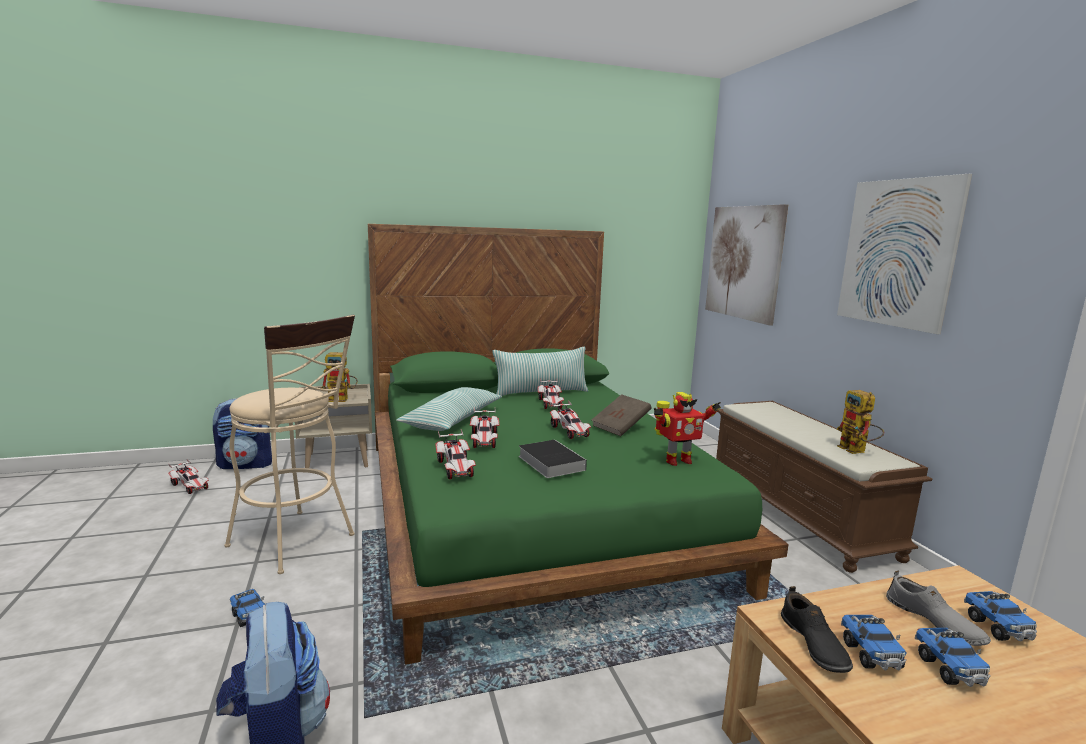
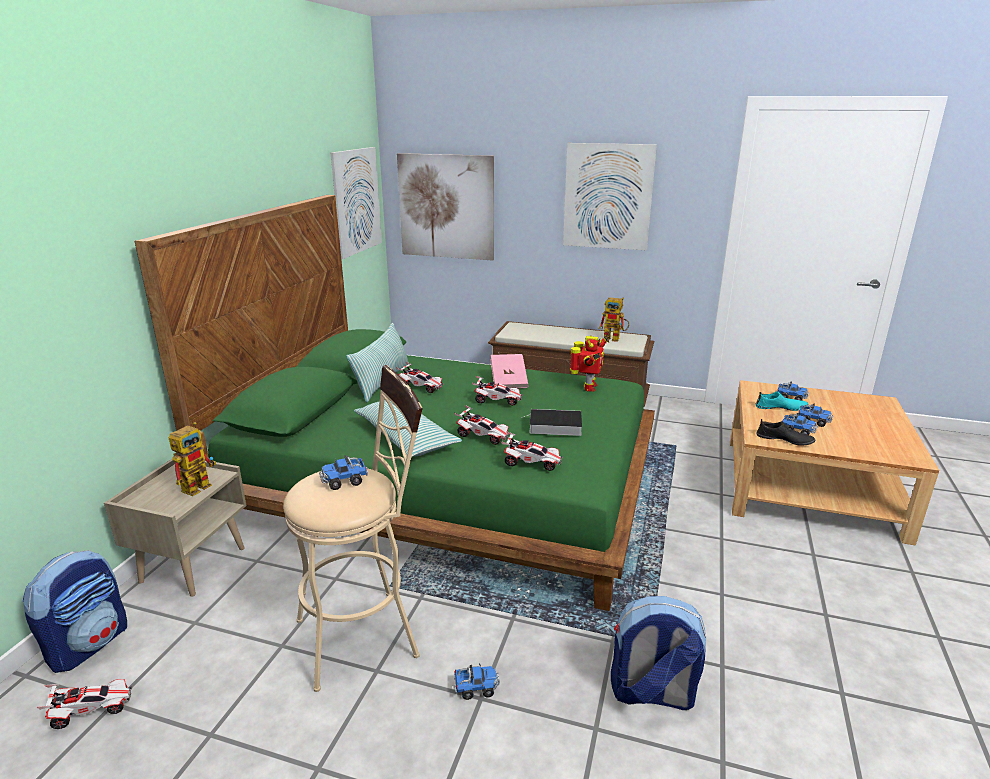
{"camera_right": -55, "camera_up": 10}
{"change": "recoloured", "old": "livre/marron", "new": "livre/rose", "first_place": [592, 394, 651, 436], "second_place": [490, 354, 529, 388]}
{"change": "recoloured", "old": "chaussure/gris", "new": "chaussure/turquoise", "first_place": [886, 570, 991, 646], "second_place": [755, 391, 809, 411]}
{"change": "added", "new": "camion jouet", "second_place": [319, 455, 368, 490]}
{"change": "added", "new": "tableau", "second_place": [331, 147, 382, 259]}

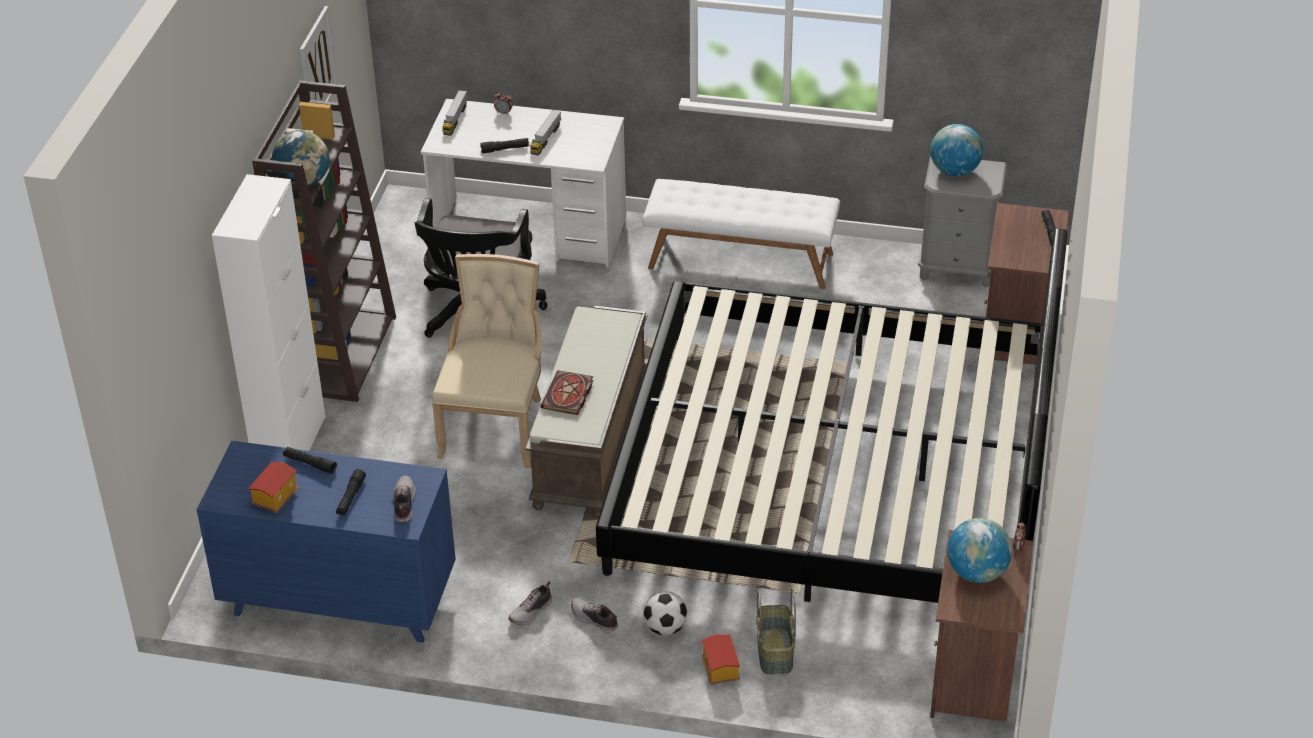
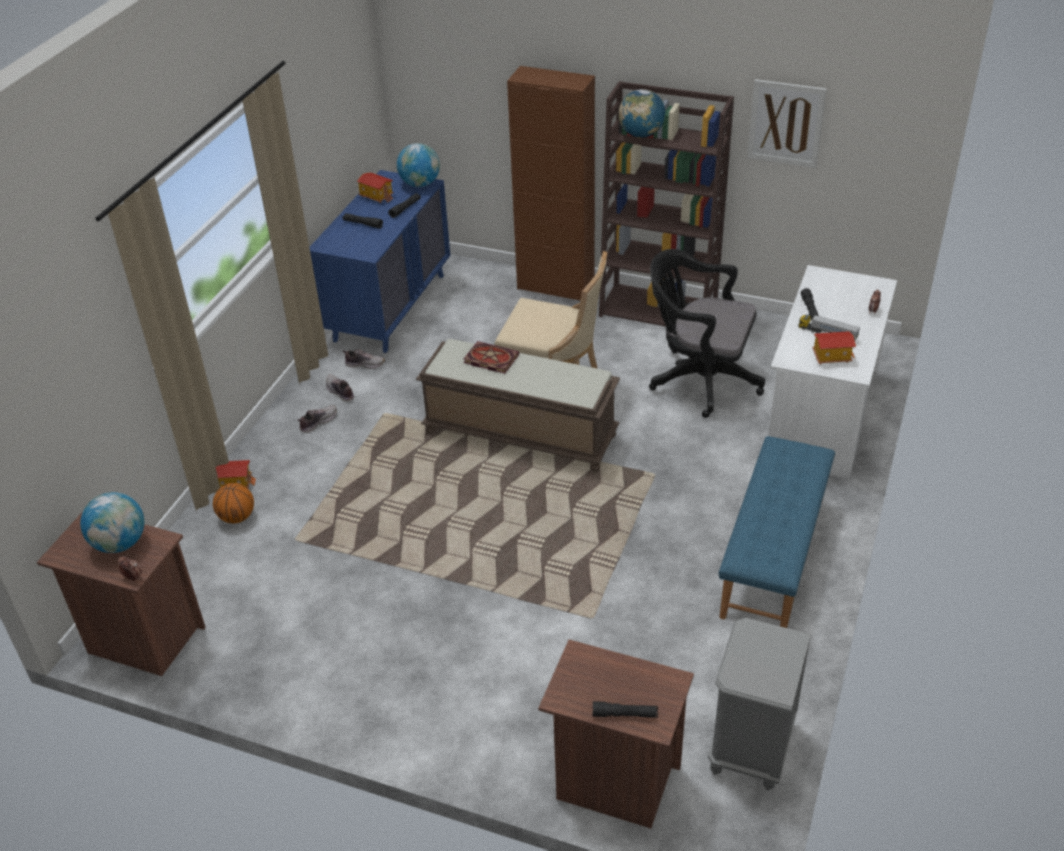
{"camera_right": 100, "camera_up": 0}
{"change": "recoloured", "old": "meuble de rangement/blanc", "new": "meuble de rangement/marron", "first_place": [212, 174, 326, 451], "second_place": [507, 66, 595, 300]}
{"change": "moved", "old": "chaussure", "first_place": [393, 476, 416, 522], "second_place": [343, 349, 385, 369]}
{"change": "removed", "old": "camion jouet", "first_place": [442, 90, 467, 136]}
{"change": "removed", "old": "lit", "first_place": [596, 229, 1068, 603]}
{"change": "recoloured", "old": "banc/blanc", "new": "banc/bleu", "first_place": [642, 179, 840, 289], "second_place": [719, 436, 835, 628]}
{"change": "removed", "old": "ballon de foot", "first_place": [643, 591, 687, 636]}
{"change": "replaced", "old": "panier", "new": "ballon de basket", "first_place": [756, 588, 796, 675], "second_place": [213, 483, 254, 524]}
{"change": "moved", "old": "globe", "first_place": [930, 124, 983, 176], "second_place": [397, 143, 440, 187]}
{"change": "added", "new": "maison miniature", "second_place": [812, 331, 856, 364]}

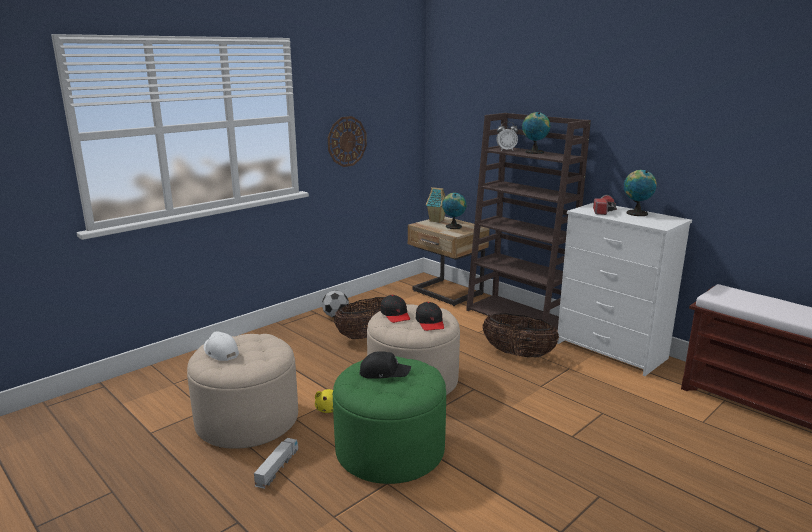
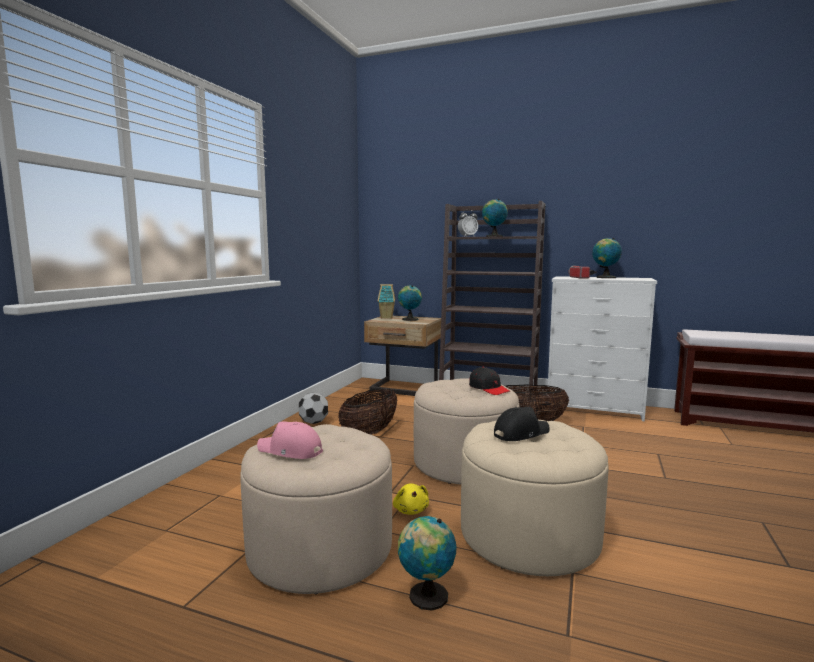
{"camera_right": -25, "camera_up": -10}
{"change": "recoloured", "old": "casquette/blanc", "new": "casquette/rose", "first_place": [203, 332, 239, 361], "second_place": [257, 421, 323, 459]}
{"change": "replaced", "old": "camion jouet", "new": "globe", "first_place": [254, 438, 298, 489], "second_place": [398, 516, 456, 610]}
{"change": "removed", "old": "horloge murale", "first_place": [328, 116, 367, 167]}
{"change": "recoloured", "old": "pouf/vert", "new": "pouf/beige", "first_place": [333, 356, 446, 484], "second_place": [461, 420, 609, 576]}
{"change": "removed", "old": "casquette/noir", "first_place": [380, 295, 410, 323]}

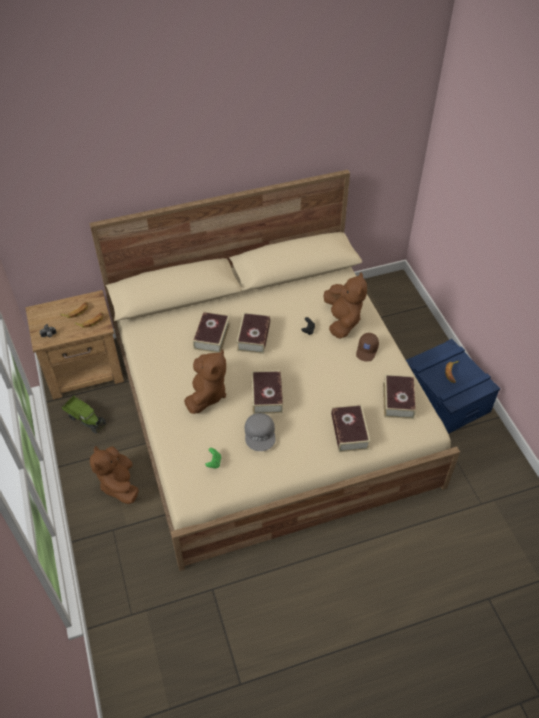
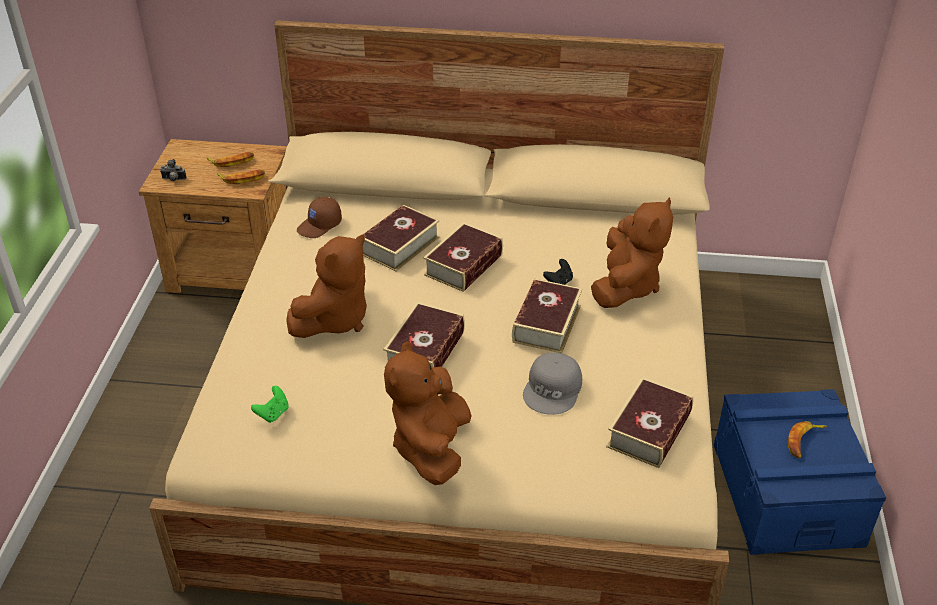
{"camera_right": 25, "camera_up": -10}
{"change": "removed", "old": "camion jouet", "first_place": [62, 396, 106, 433]}
{"change": "moved", "old": "peluche/marron", "first_place": [90, 446, 139, 504], "second_place": [384, 341, 472, 485]}
{"change": "moved", "old": "casquette/gris", "first_place": [245, 413, 275, 451], "second_place": [523, 353, 582, 415]}
{"change": "moved", "old": "livre", "first_place": [331, 404, 371, 452], "second_place": [512, 279, 582, 354]}
{"change": "moved", "old": "casquette/marron", "first_place": [356, 333, 379, 362], "second_place": [297, 197, 342, 238]}

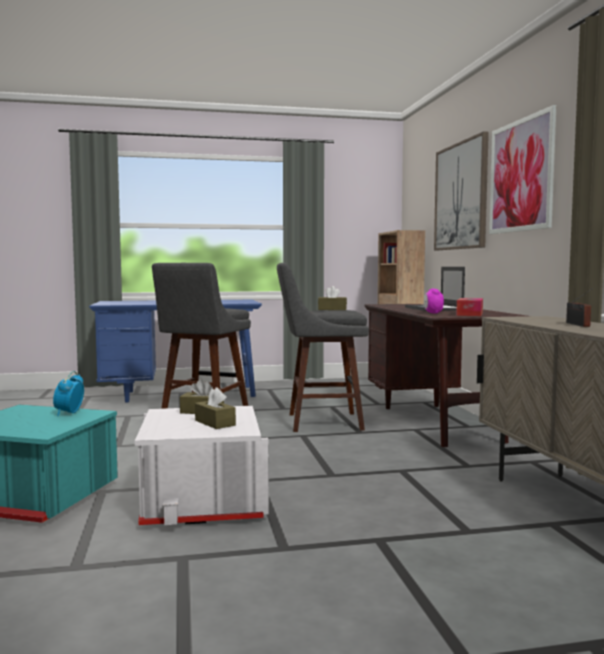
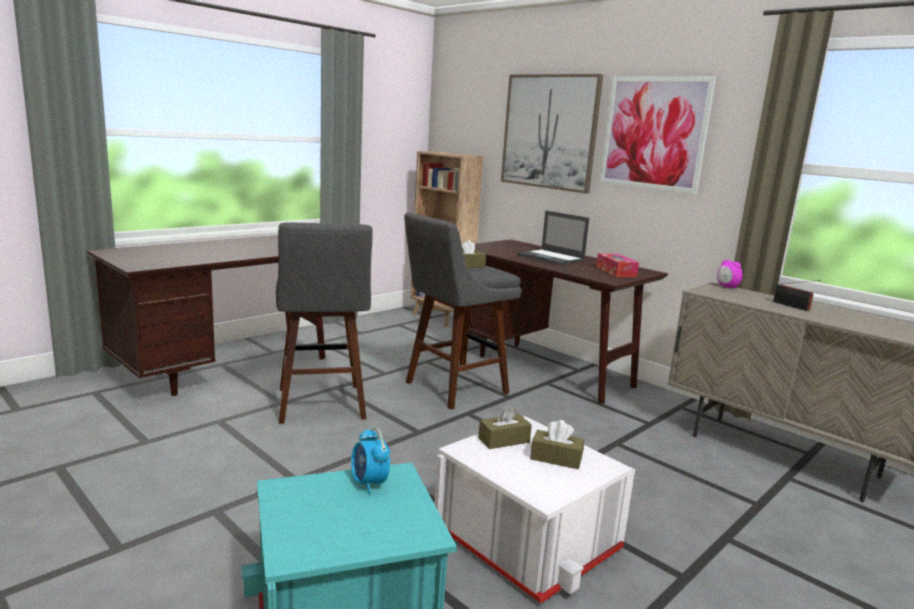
{"camera_right": -35, "camera_up": 10}
{"change": "recoloured", "old": "bureau/bleu", "new": "bureau/marron", "first_place": [89, 300, 262, 403], "second_place": [87, 235, 325, 396]}
{"change": "moved", "old": "réveil", "first_place": [424, 289, 444, 314], "second_place": [717, 260, 743, 289]}

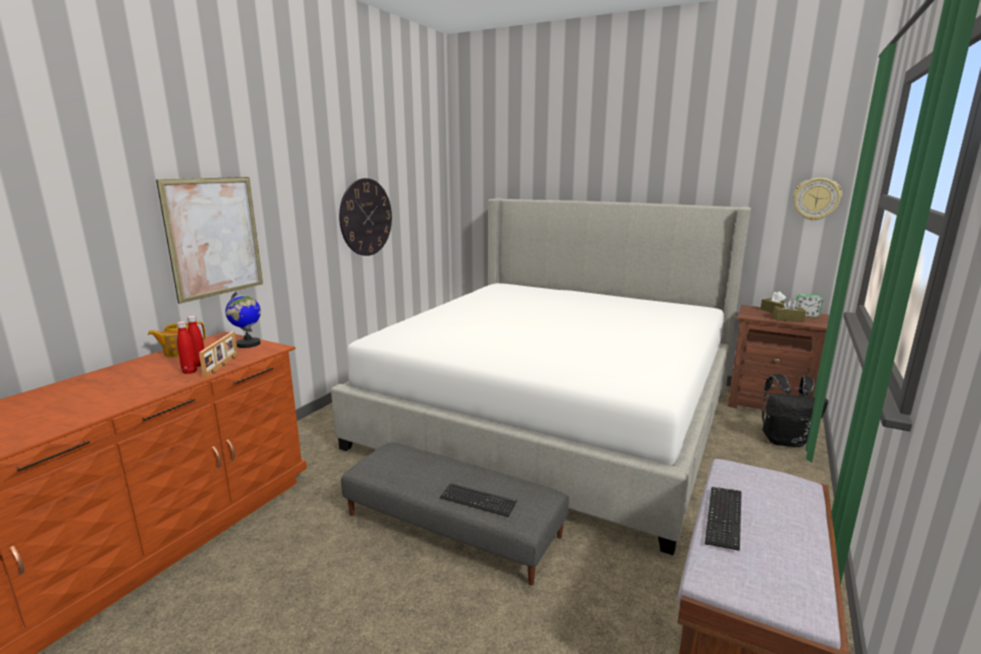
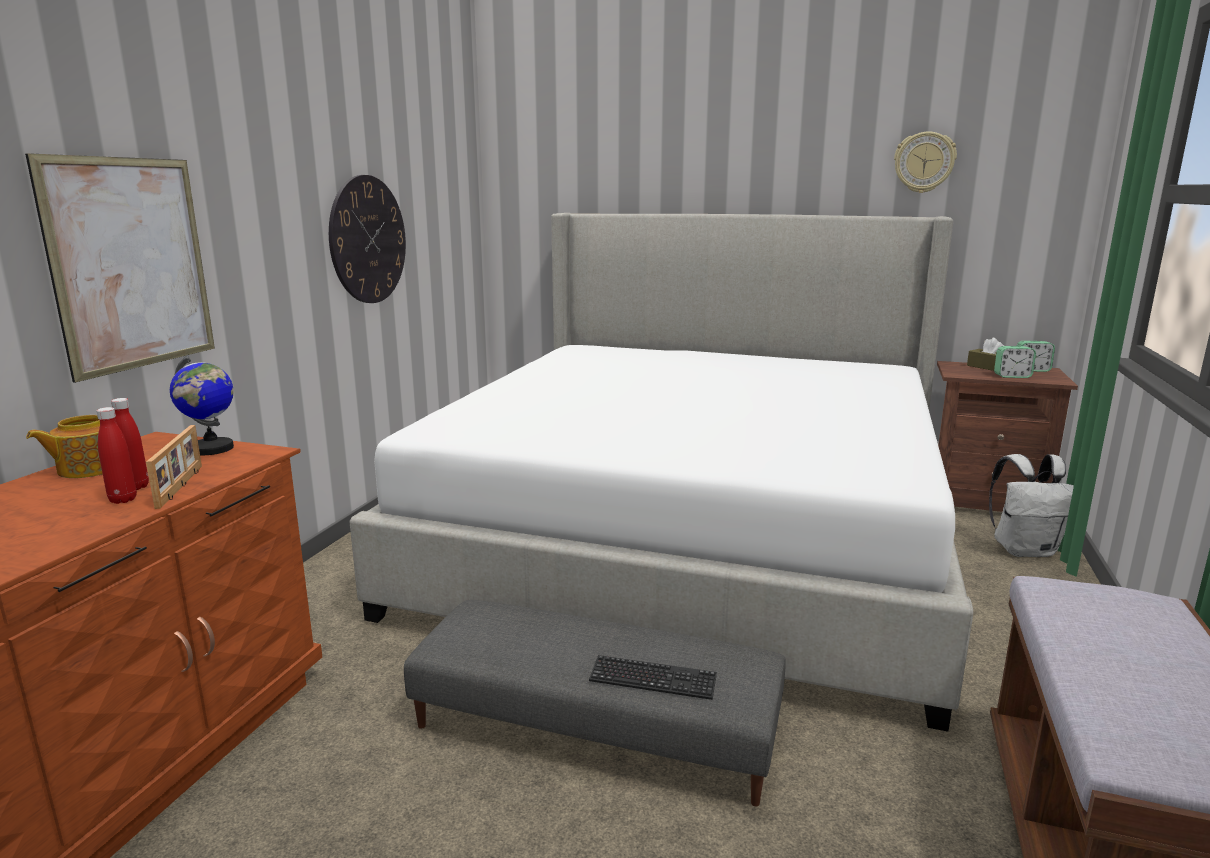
{"camera_right": -10, "camera_up": 0}
{"change": "removed", "old": "clavier", "first_place": [705, 487, 742, 551]}
{"change": "recoloured", "old": "sac à dos/noir", "new": "sac à dos/blanc", "first_place": [762, 374, 828, 447], "second_place": [989, 454, 1074, 557]}
{"change": "replaced", "old": "boîte à mouchoirs/marron", "new": "réveil", "first_place": [773, 298, 806, 322], "second_place": [994, 346, 1036, 378]}
{"change": "moved", "old": "horloge murale", "first_place": [793, 178, 842, 221], "second_place": [894, 131, 957, 193]}

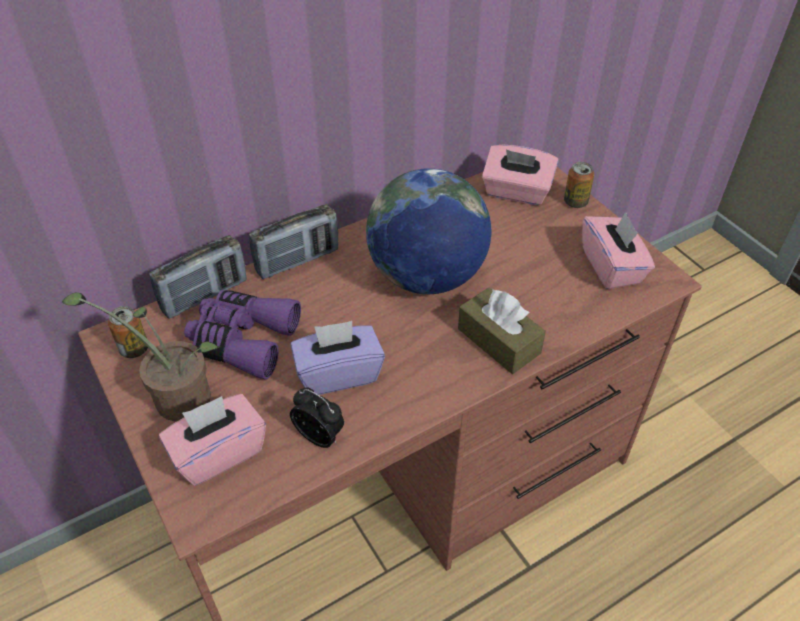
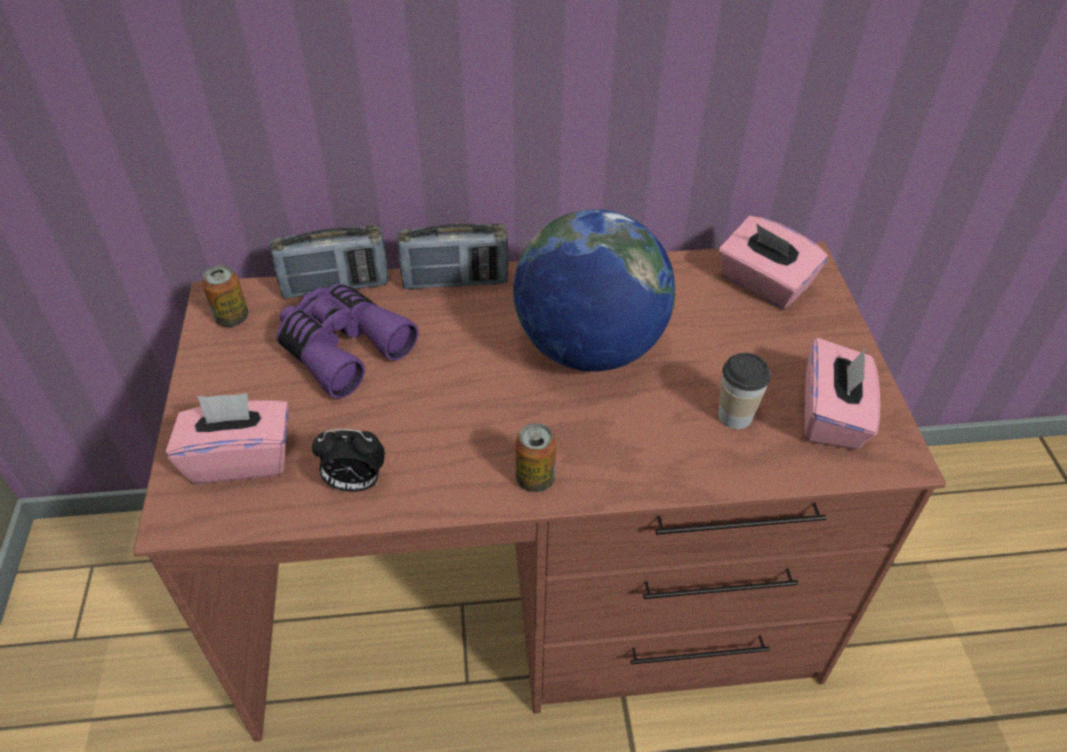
{"camera_right": 25, "camera_up": 0}
{"change": "removed", "old": "plante en pot", "first_place": [61, 292, 220, 421]}
{"change": "turned", "old": "réveil", "first_place": [290, 387, 344, 448], "second_place": [312, 429, 385, 492], "degrees": 120}
{"change": "removed", "old": "boîte à mouchoirs/violet", "first_place": [291, 321, 385, 395]}
{"change": "removed", "old": "boîte à mouchoirs/marron", "first_place": [458, 288, 546, 374]}
{"change": "moved", "old": "boîte métallique", "first_place": [564, 162, 594, 208], "second_place": [515, 423, 556, 492]}
{"change": "added", "new": "tasse", "second_place": [718, 353, 771, 429]}

